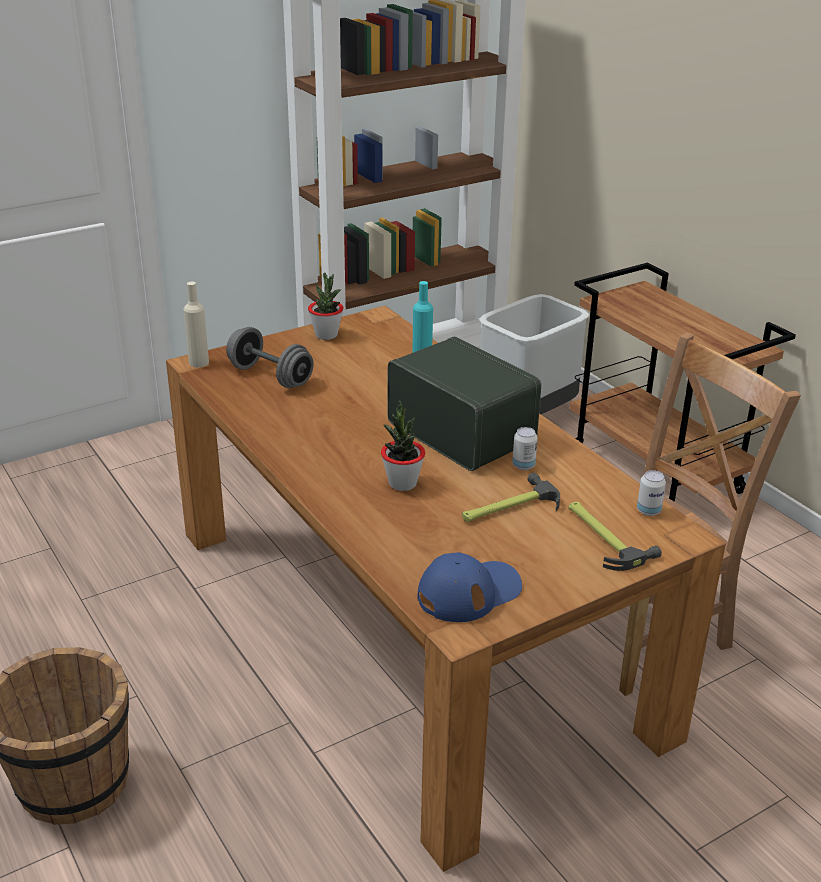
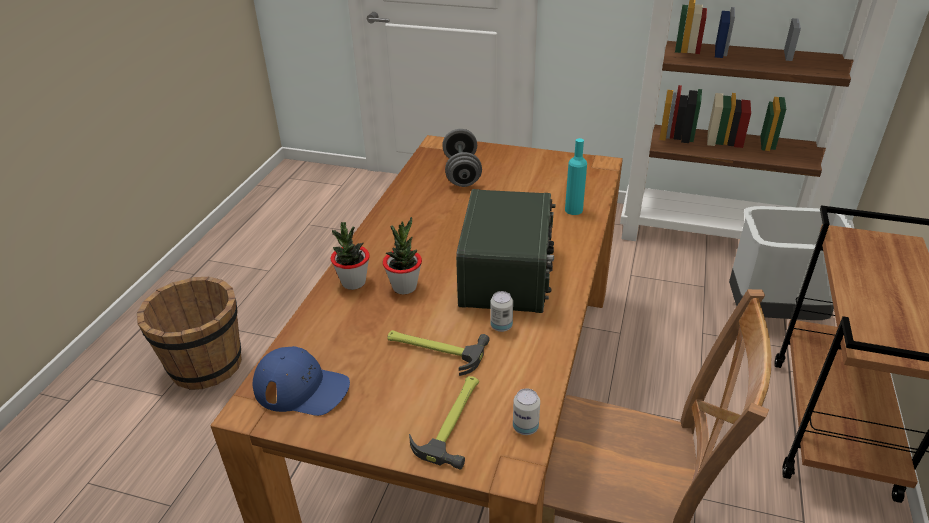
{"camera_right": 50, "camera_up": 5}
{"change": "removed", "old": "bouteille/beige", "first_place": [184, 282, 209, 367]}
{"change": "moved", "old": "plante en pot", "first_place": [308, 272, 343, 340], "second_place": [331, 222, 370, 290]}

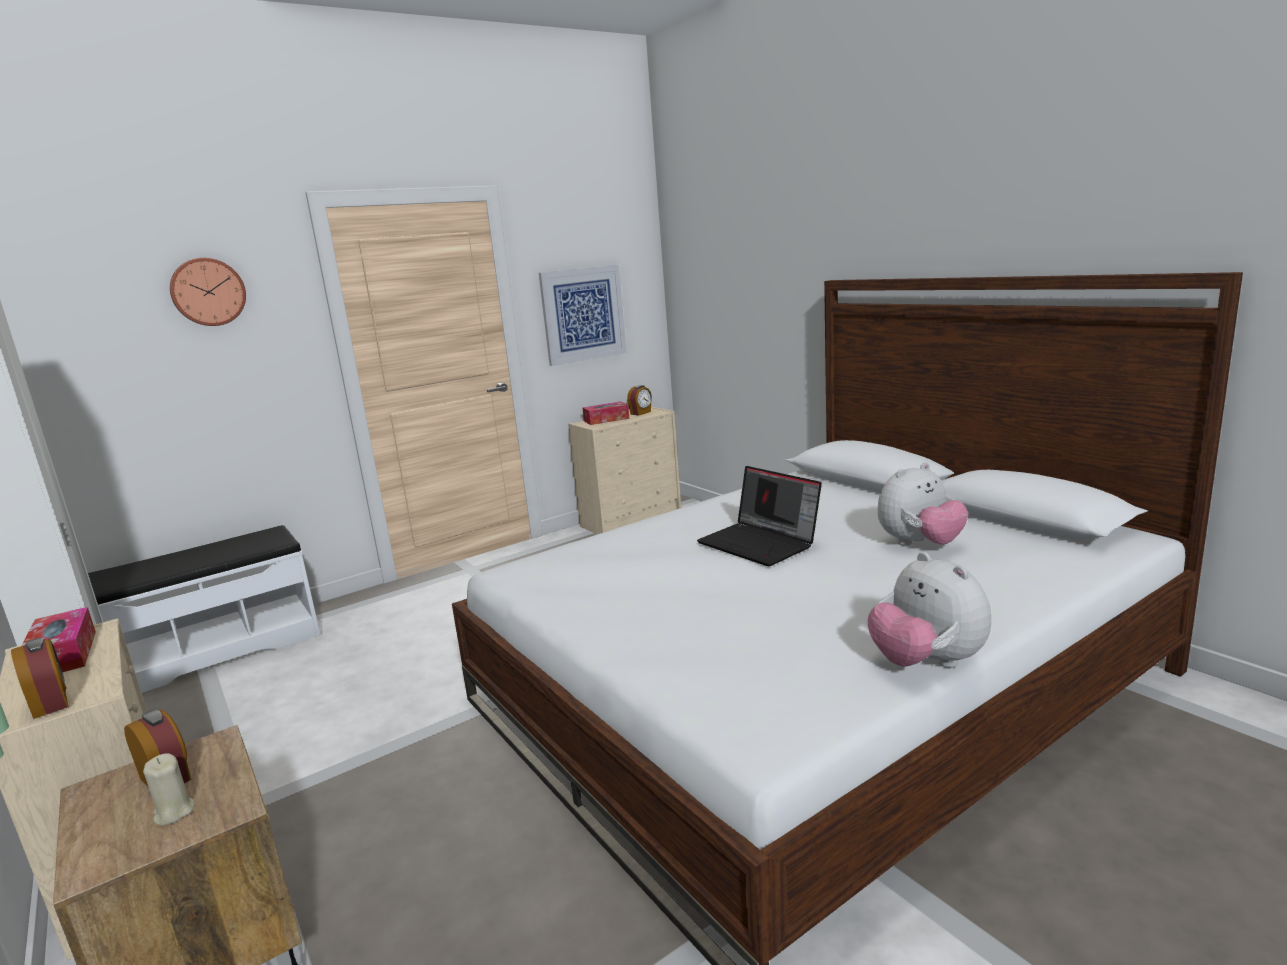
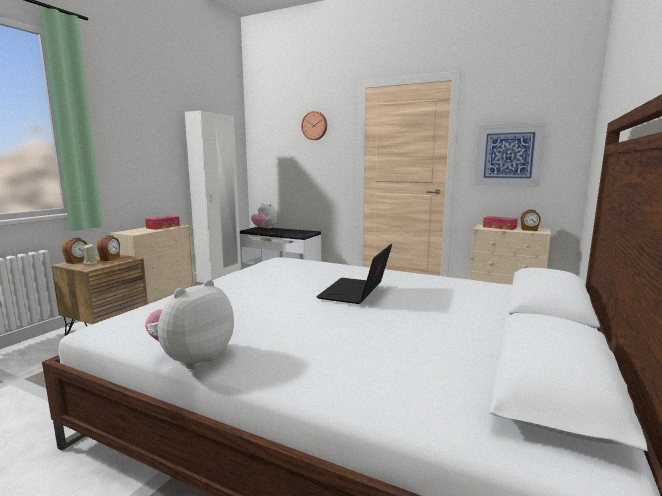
{"camera_right": 60, "camera_up": -5}
{"change": "moved", "old": "réveil", "first_place": [11, 638, 69, 719], "second_place": [62, 238, 88, 264]}
{"change": "moved", "old": "peluche", "first_place": [877, 462, 968, 546], "second_place": [251, 203, 277, 228]}

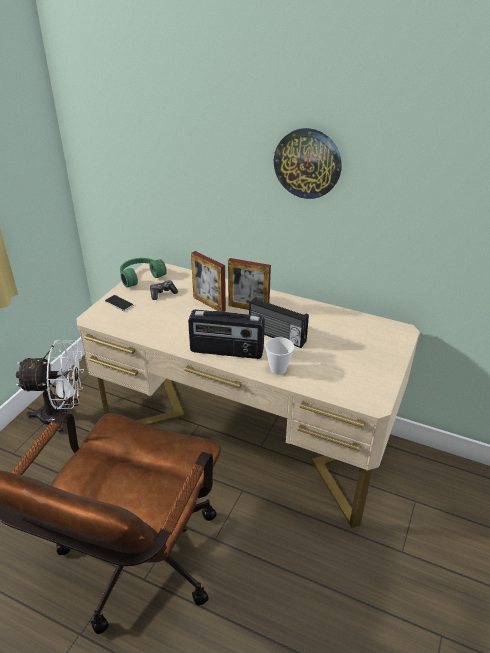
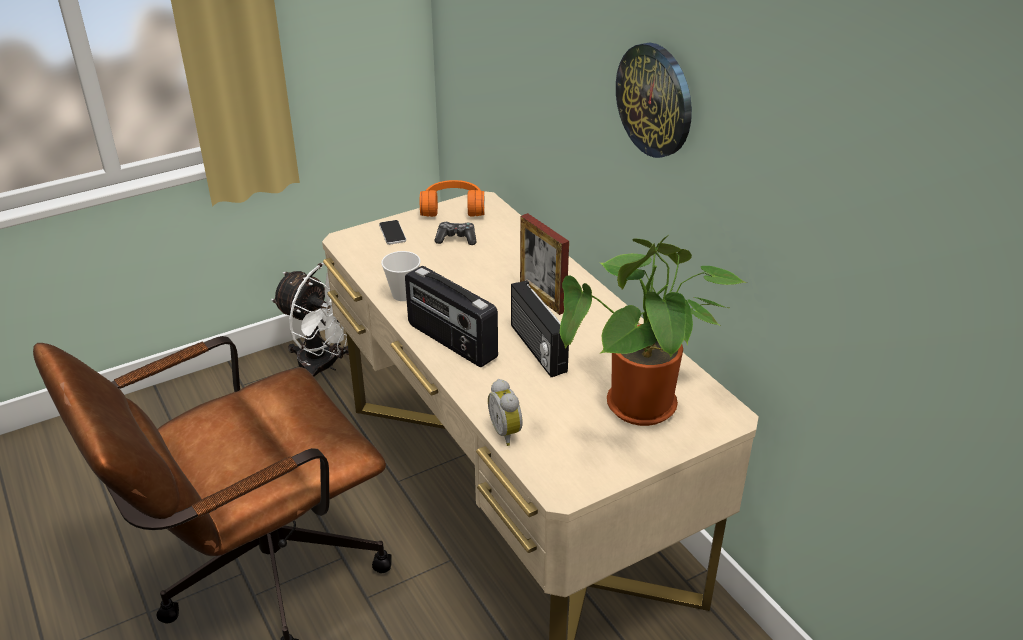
{"camera_right": 35, "camera_up": 0}
{"change": "recoloured", "old": "casque audio/vert", "new": "casque audio/orange", "first_place": [120, 258, 167, 287], "second_place": [420, 180, 485, 217]}
{"change": "removed", "old": "cadre photo", "first_place": [191, 251, 226, 312]}
{"change": "moved", "old": "tasse", "first_place": [265, 337, 294, 375], "second_place": [381, 251, 421, 301]}
{"change": "added", "new": "réveil", "second_place": [488, 379, 523, 446]}
{"change": "added", "new": "plante en pot", "second_place": [560, 236, 747, 426]}

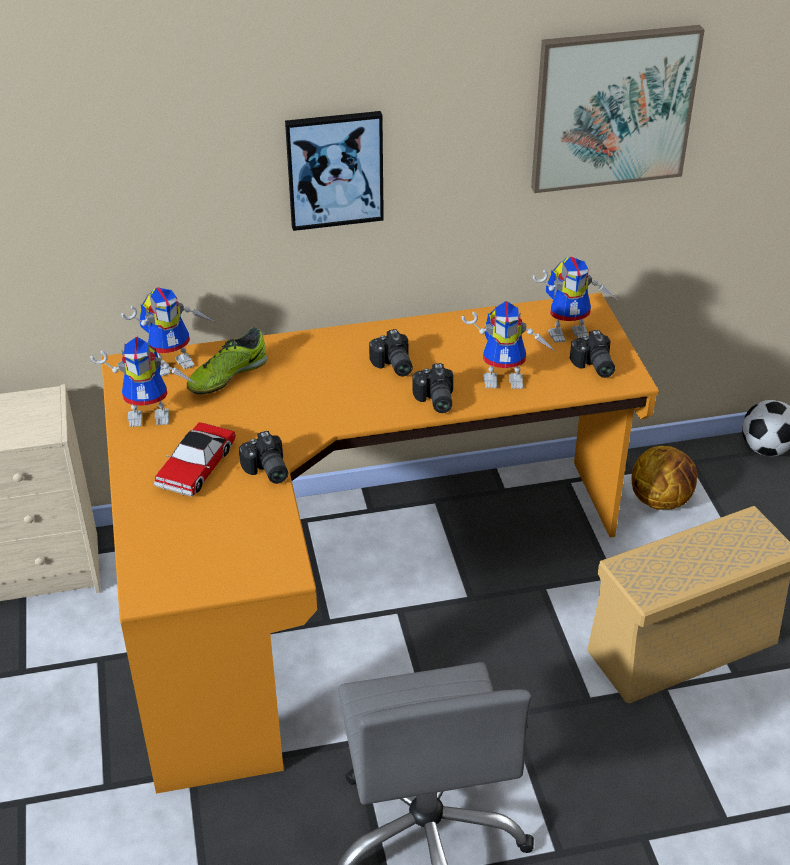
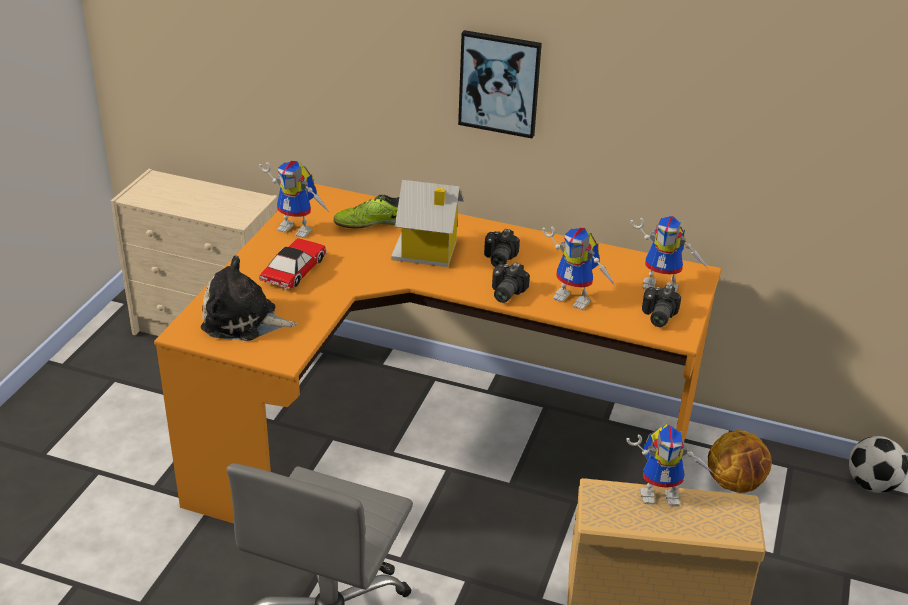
{"camera_right": 30, "camera_up": -5}
{"change": "moved", "old": "robot jouet", "first_place": [121, 287, 215, 376], "second_place": [626, 424, 714, 506]}
{"change": "turned", "old": "petite voiture", "first_place": [154, 422, 236, 497], "second_place": [259, 238, 327, 290], "degrees": 150}
{"change": "removed", "old": "appareil photo", "first_place": [239, 431, 288, 484]}
{"change": "removed", "old": "tableau", "first_place": [531, 25, 705, 193]}
{"change": "added", "new": "peluche", "second_place": [201, 255, 297, 341]}
{"change": "added", "new": "maison miniature", "second_place": [391, 180, 464, 267]}

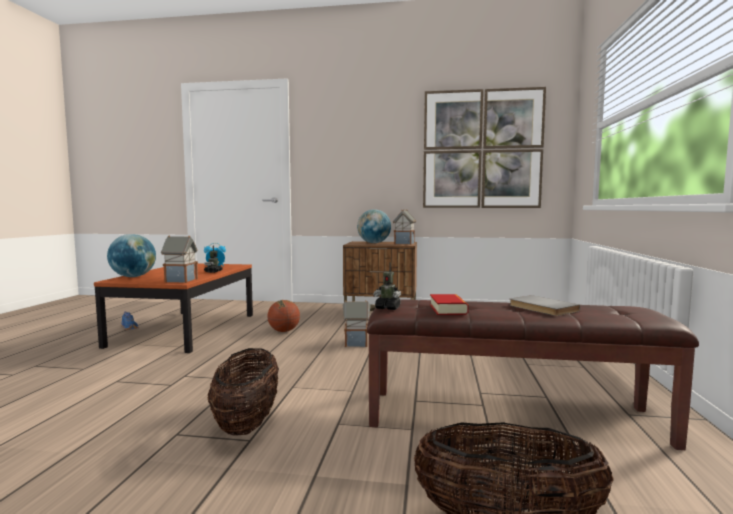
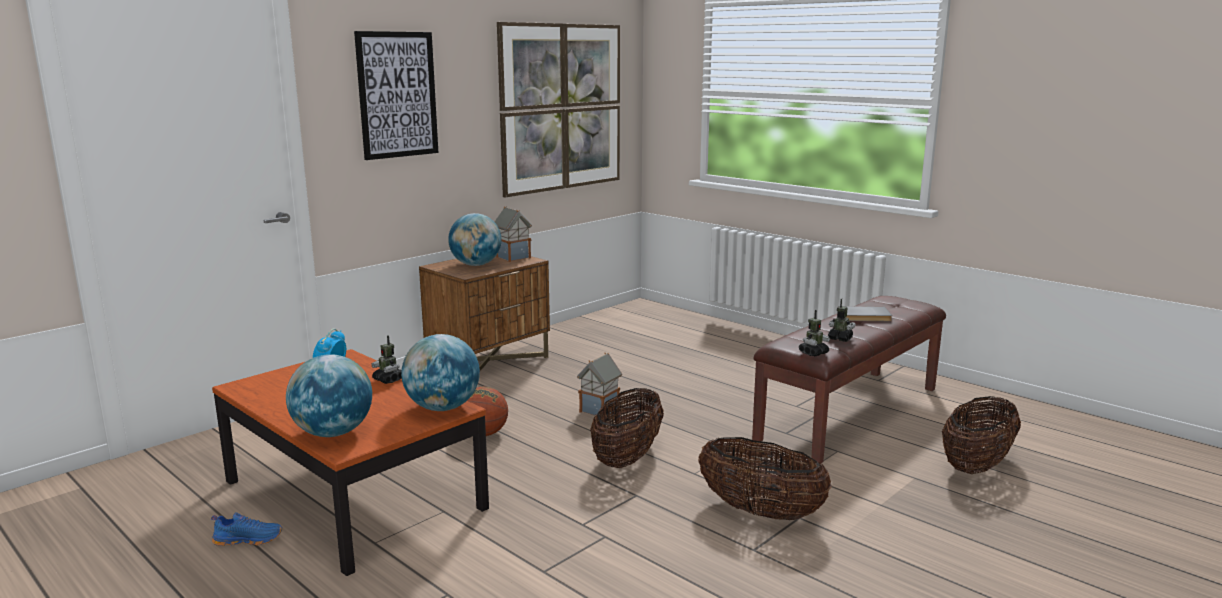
{"camera_right": -55, "camera_up": 10}
{"change": "replaced", "old": "maison miniature", "new": "globe", "first_place": [161, 236, 198, 283], "second_place": [401, 334, 480, 411]}
{"change": "replaced", "old": "livre", "new": "robot jouet", "first_place": [430, 294, 469, 315], "second_place": [828, 299, 856, 342]}
{"change": "added", "new": "tableau", "second_place": [354, 31, 438, 160]}
{"change": "added", "new": "panier", "second_place": [590, 388, 664, 468]}

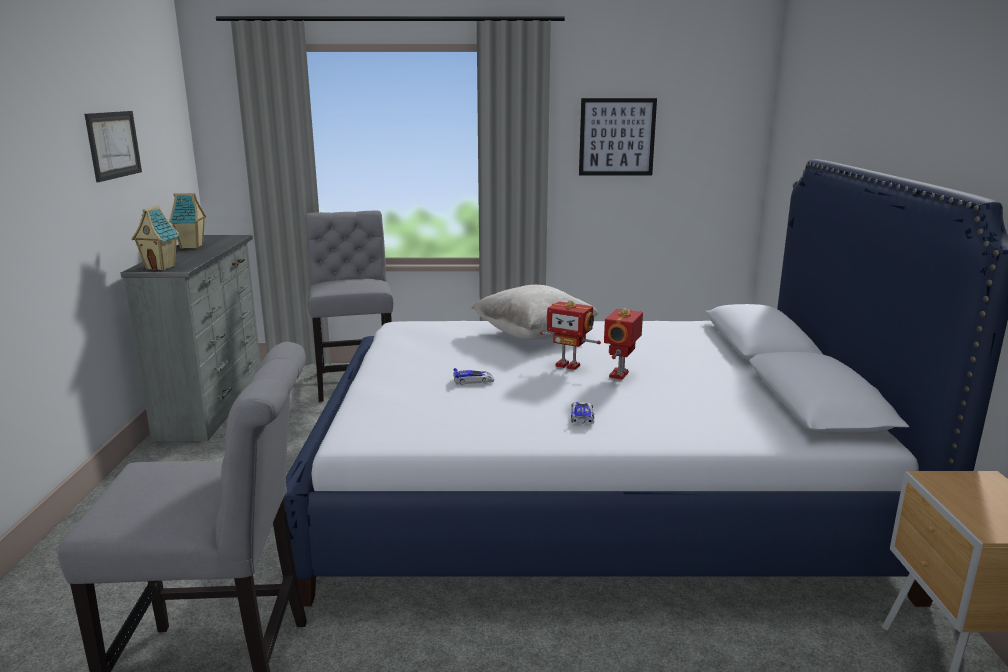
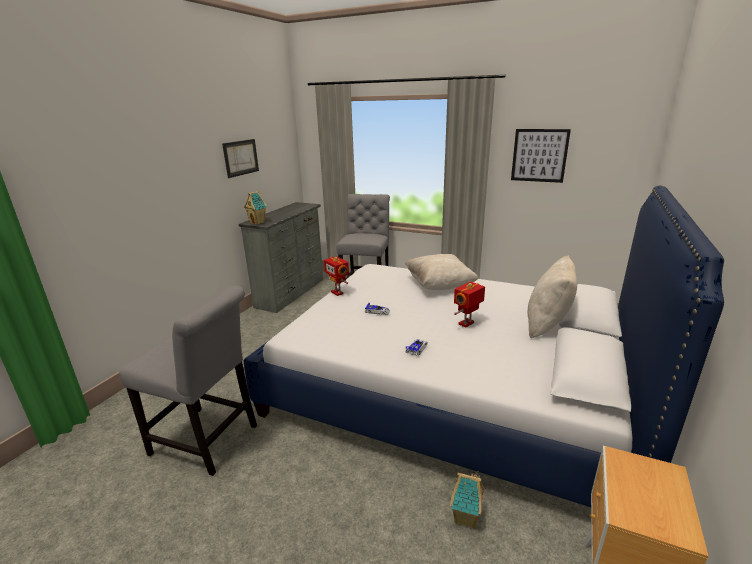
{"camera_right": 25, "camera_up": 5}
{"change": "moved", "old": "maison miniature", "first_place": [169, 193, 206, 249], "second_place": [450, 471, 485, 529]}
{"change": "moved", "old": "robot jouet", "first_place": [540, 300, 601, 370], "second_place": [324, 256, 349, 296]}
{"change": "added", "new": "coussin/beige", "second_place": [528, 255, 577, 338]}

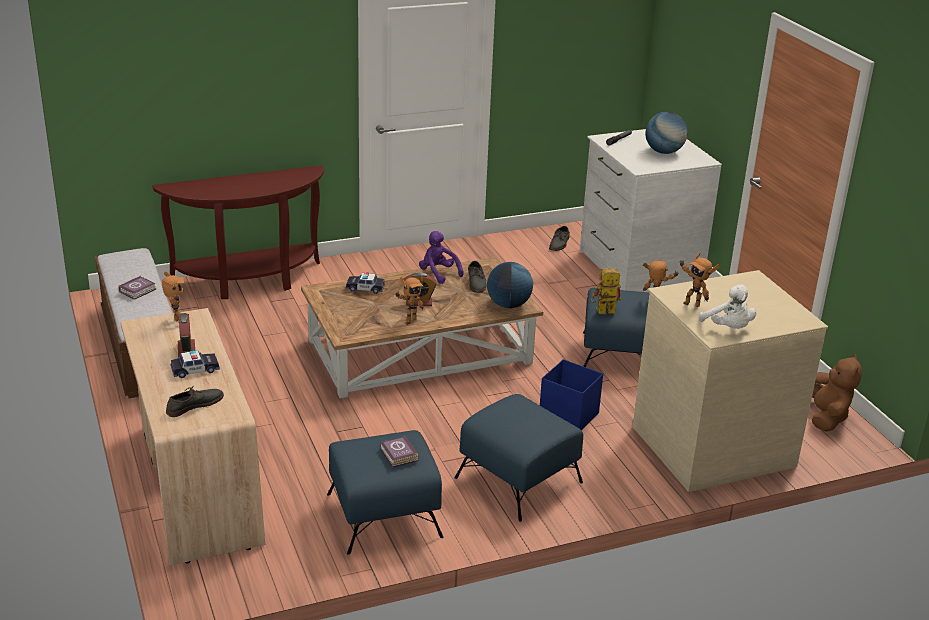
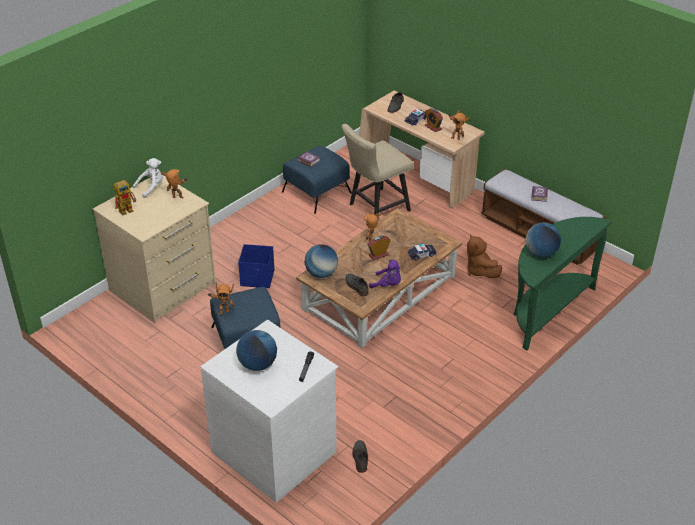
{"camera_right": 155, "camera_up": 10}
{"change": "recoloured", "old": "table console/marron", "new": "table console/vert", "first_place": [152, 165, 324, 299], "second_place": [514, 217, 612, 351]}
{"change": "removed", "old": "pouf/bleu", "first_place": [454, 394, 583, 522]}
{"change": "moved", "old": "robot jouet", "first_place": [591, 268, 621, 314], "second_place": [114, 179, 136, 216]}
{"change": "turned", "old": "peluche/blanc", "first_place": [699, 284, 756, 329], "second_place": [133, 158, 163, 198], "degrees": 105}
{"change": "moved", "old": "peluche/marron", "first_place": [812, 354, 862, 432], "second_place": [467, 234, 502, 278]}
{"change": "added", "new": "chaise/beige", "second_place": [342, 124, 414, 218]}
{"change": "added", "new": "globe", "second_place": [526, 223, 561, 257]}

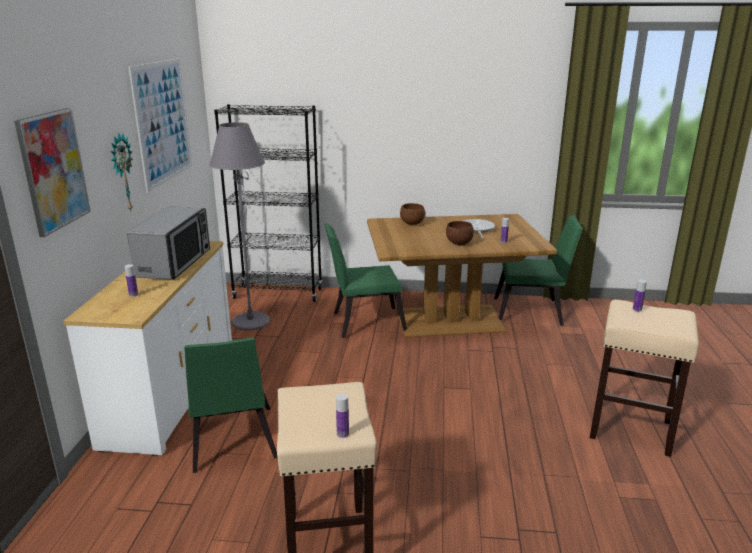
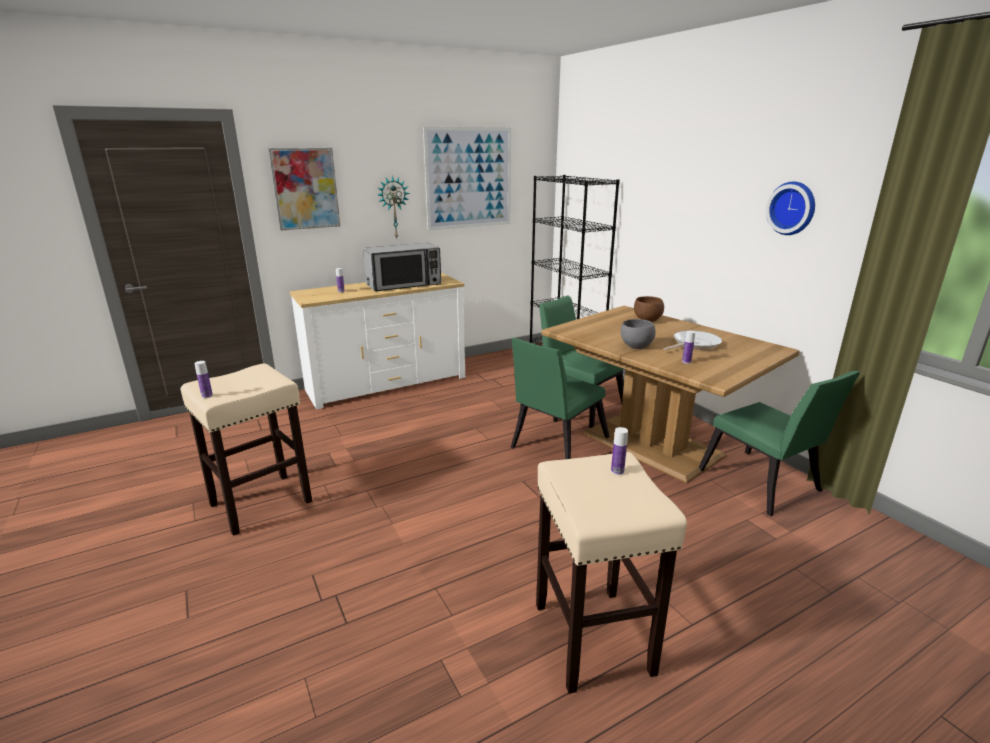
{"camera_right": 55, "camera_up": 0}
{"change": "moved", "old": "chaise/vert", "first_place": [184, 337, 277, 473], "second_place": [511, 338, 610, 459]}
{"change": "removed", "old": "lampadaire/gris", "first_place": [209, 122, 270, 330]}
{"change": "recoloured", "old": "bol/marron", "new": "bol/gris", "first_place": [446, 221, 474, 245], "second_place": [621, 319, 656, 349]}
{"change": "added", "new": "horloge murale", "second_place": [766, 181, 815, 235]}

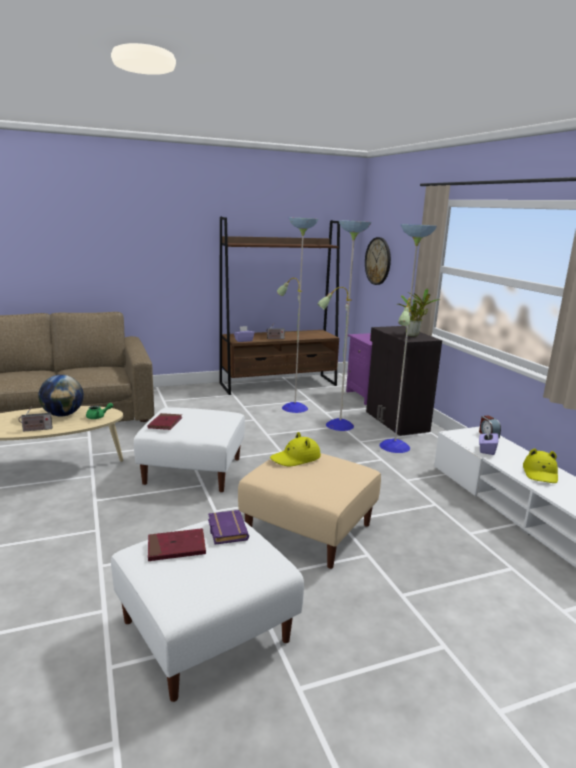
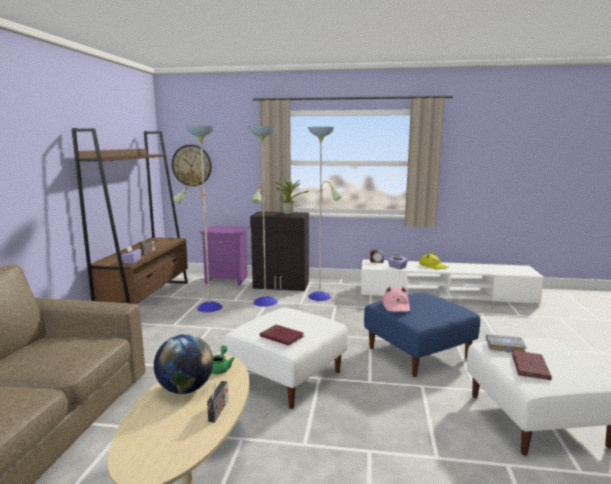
{"camera_right": -60, "camera_up": -5}
{"change": "recoloured", "old": "livre/violet", "new": "livre/gris", "first_place": [208, 510, 249, 545], "second_place": [486, 334, 527, 353]}
{"change": "recoloured", "old": "pouf/beige", "new": "pouf/bleu", "first_place": [238, 450, 381, 569], "second_place": [364, 293, 480, 377]}
{"change": "recoloured", "old": "chapeau/jaune", "new": "chapeau/rose", "first_place": [270, 432, 321, 466], "second_place": [382, 286, 410, 312]}

